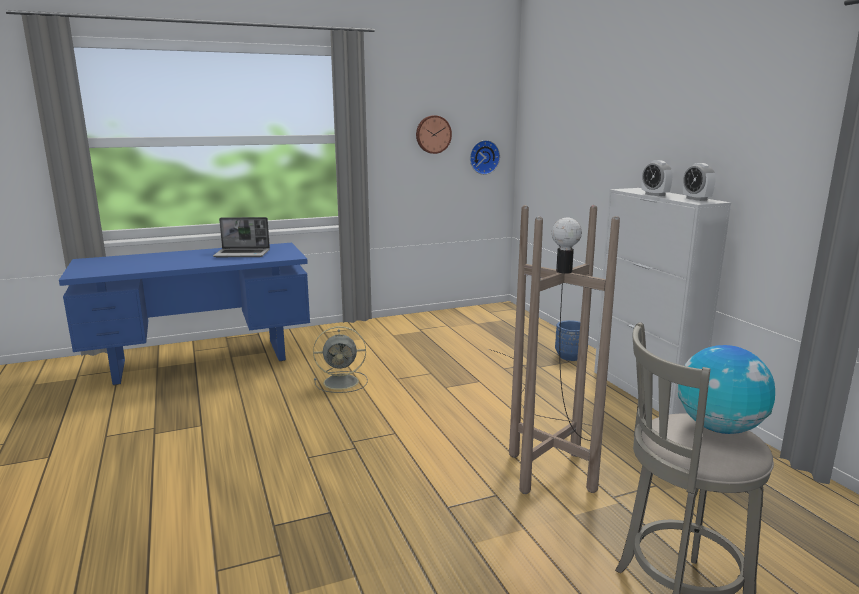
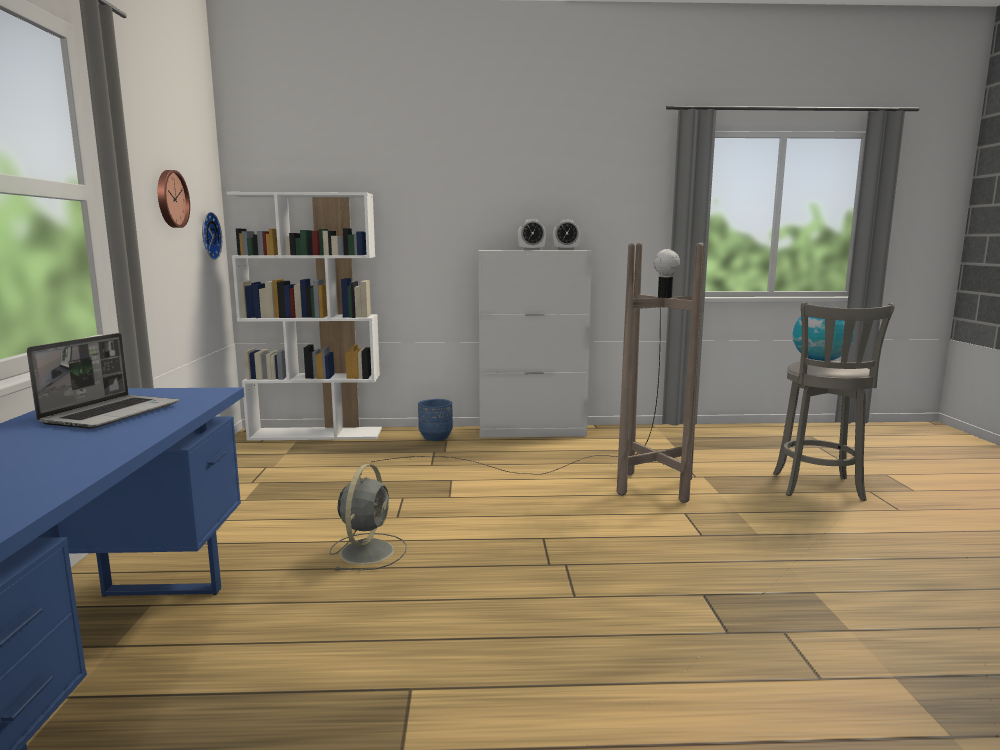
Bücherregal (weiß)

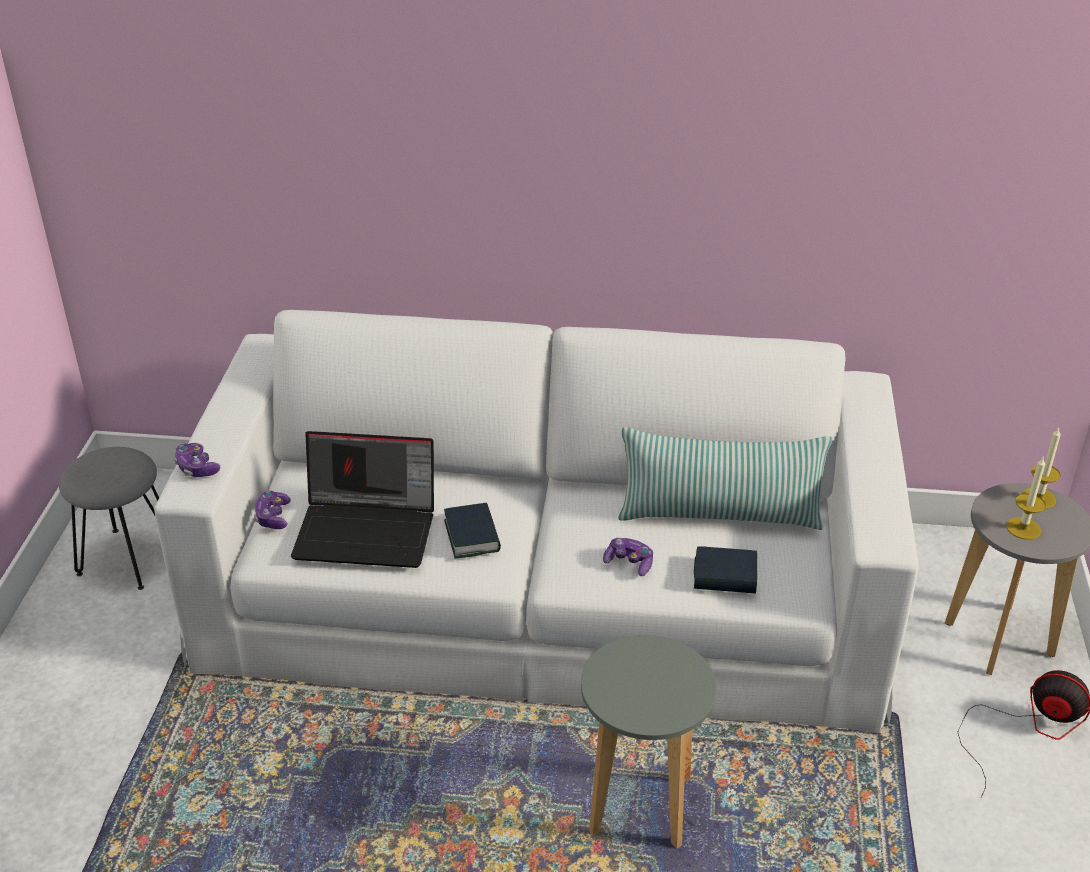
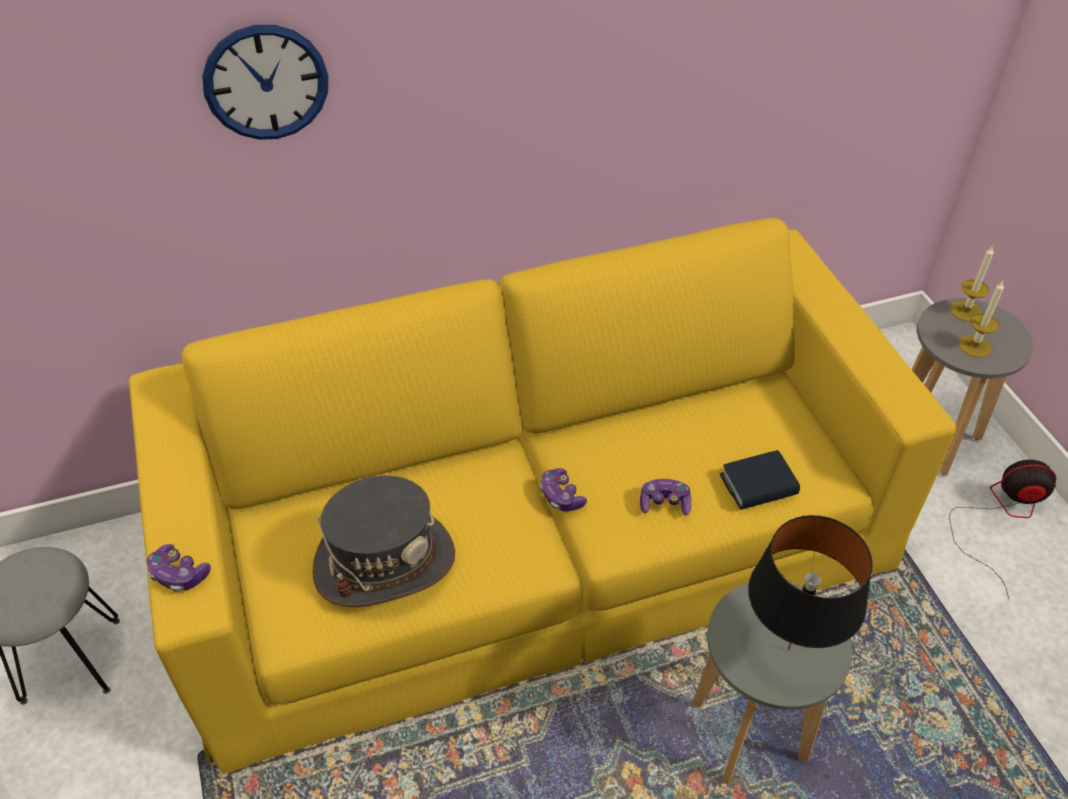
Sofa (gelb)
Gamepad (no. 2 from left)
Hut (grau)
Buch (no. 1 from left in the first image)
Kissen
Wanduhr
Tischlampe (schwarz)

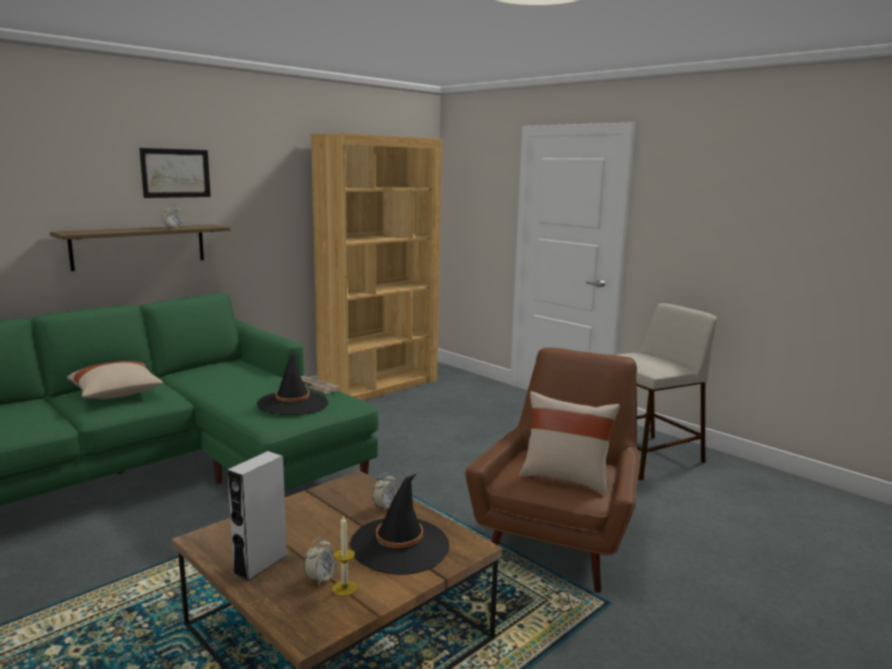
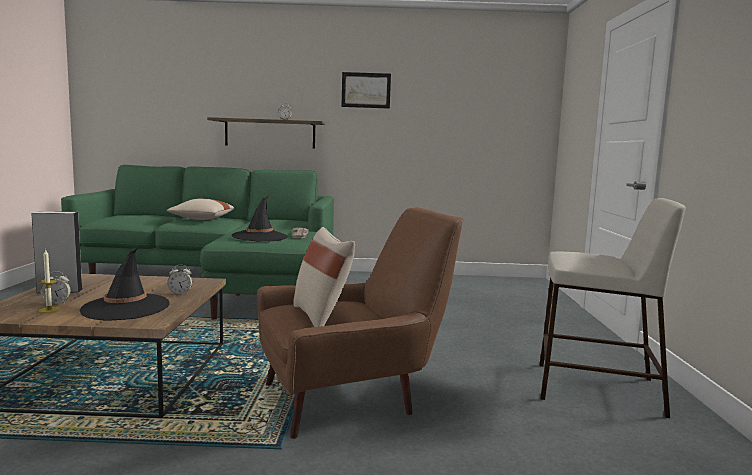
Bild
Bücherregal (braun)

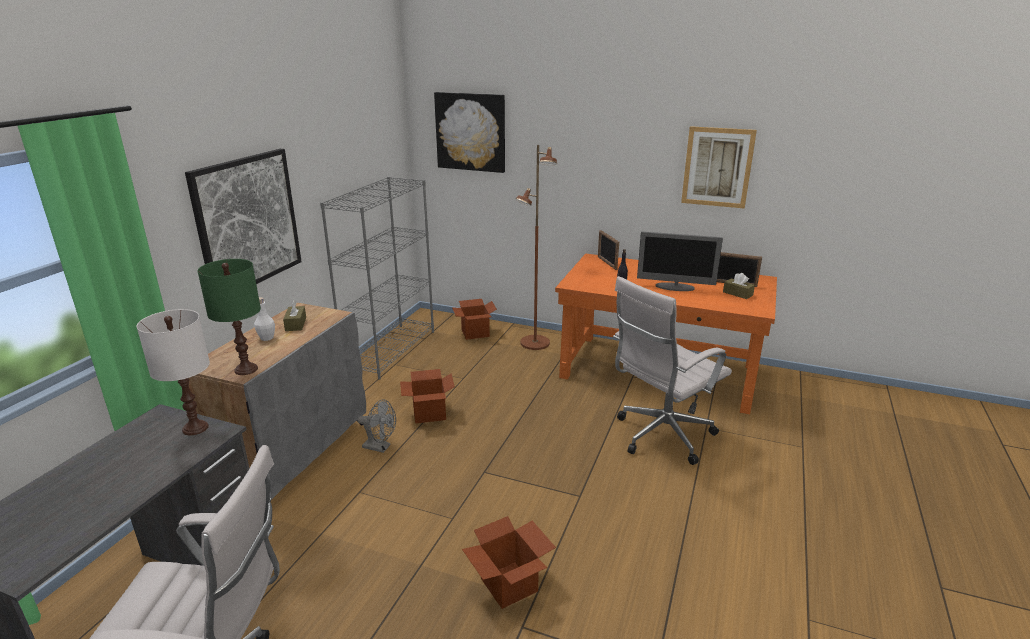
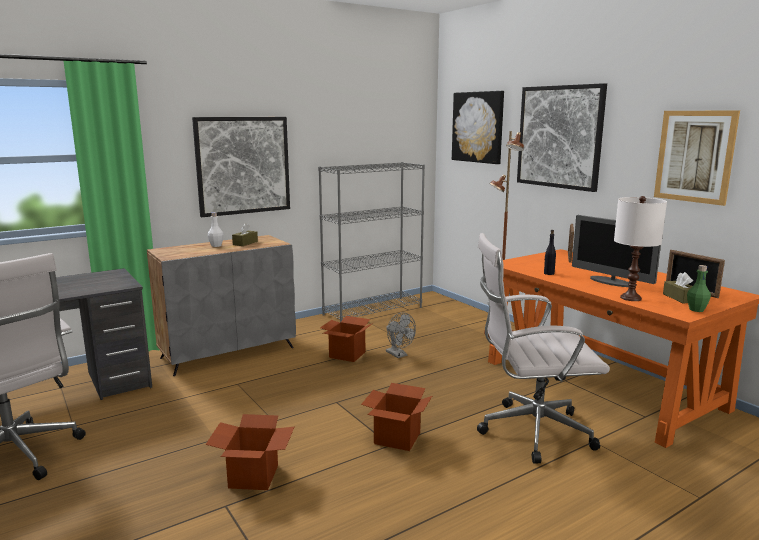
Tischlampe (weiß)
Tischlampe (grün)
Ventilator (grau)
Karton (no. 3 from left)
Bild (no. 3 from left)
Flasche (grün)

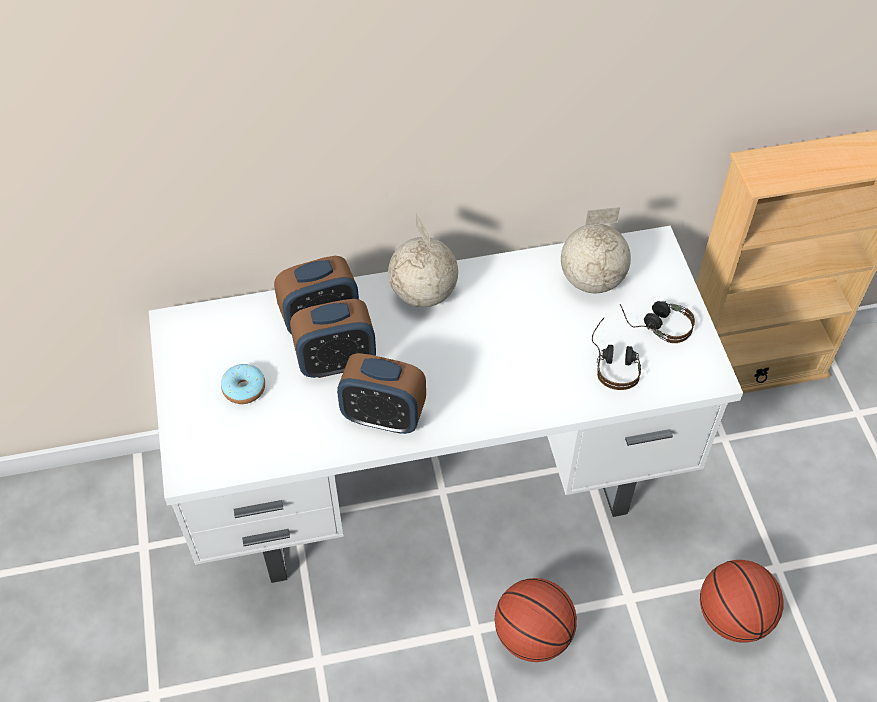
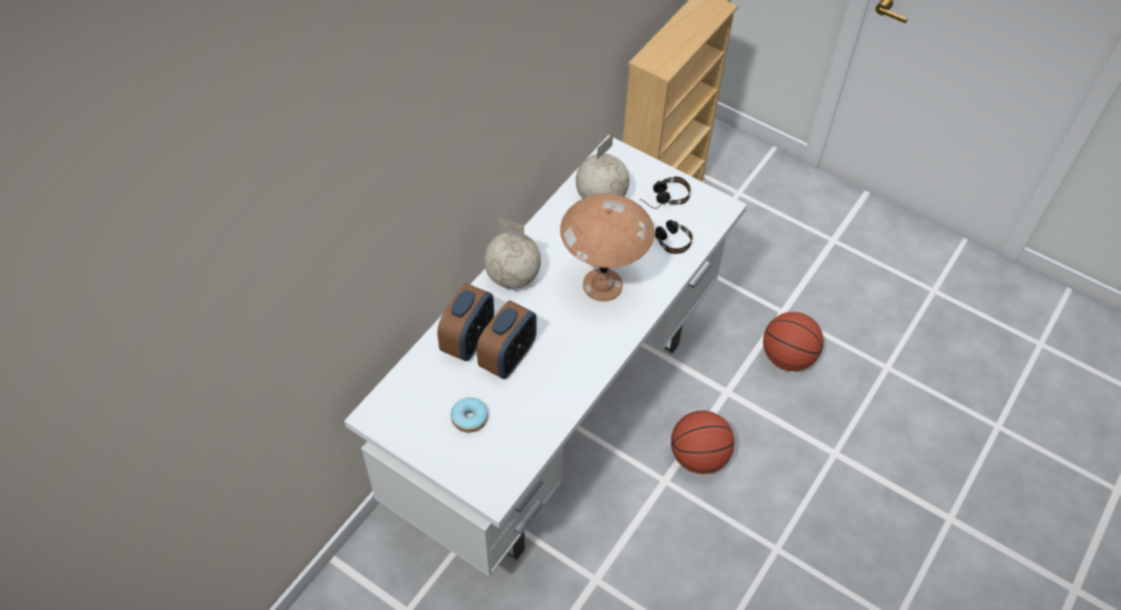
Wecker (no. 3 from left in the first image)
Tischlampe (braun)

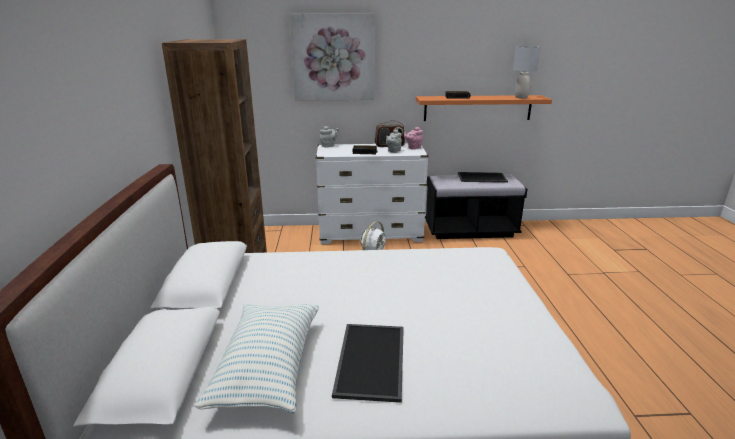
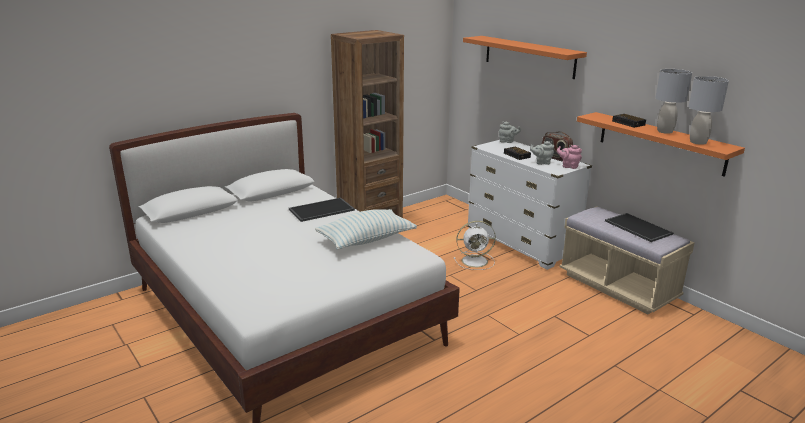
Kissen
Wandregal (orange) (no. 1 from left)
Tablett (no. 1 from left)
Bank (beige)
Tischlampe (grau) (no. 1 from left)

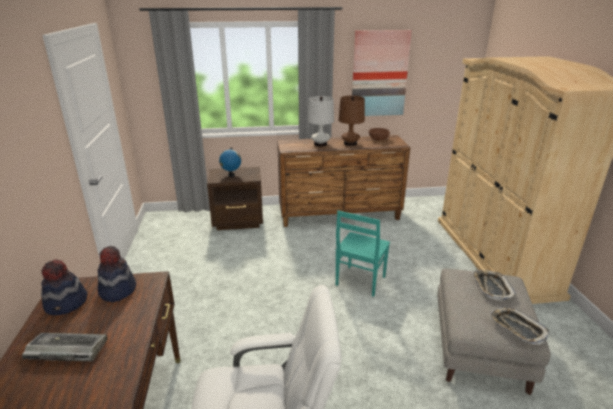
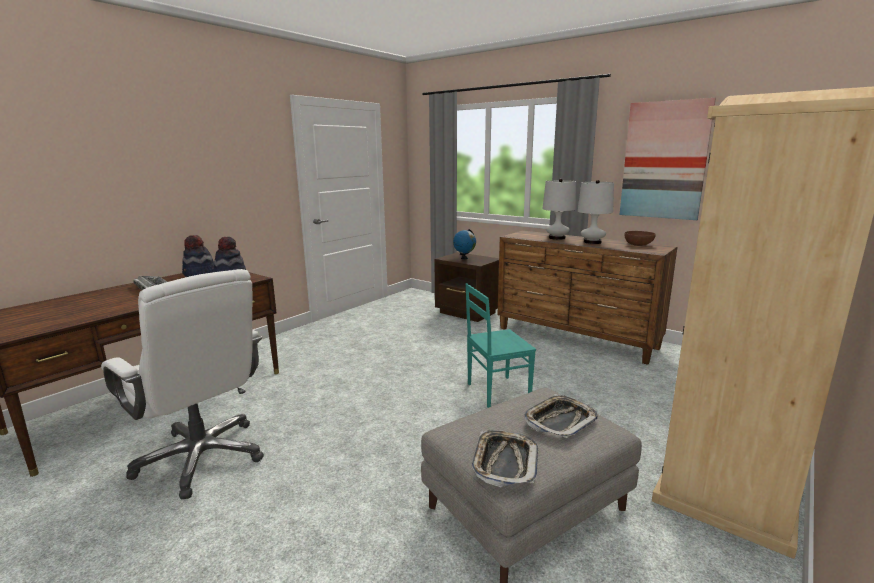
Tischlampe (weiß) (no. 2 from left)

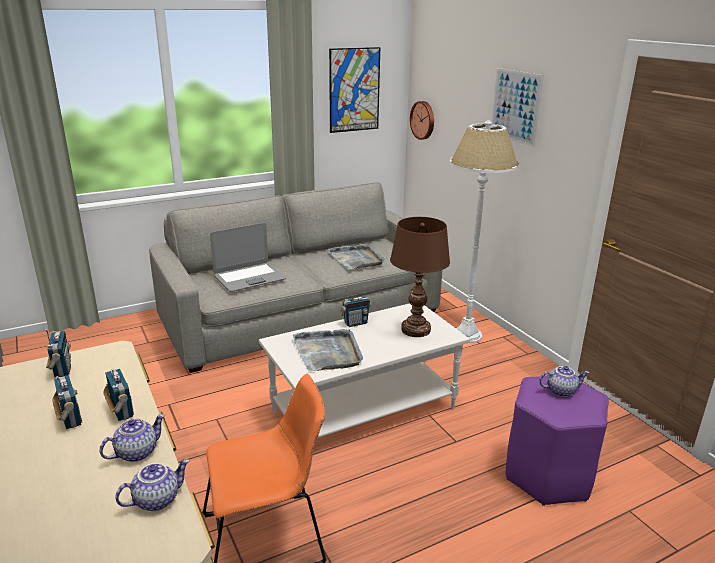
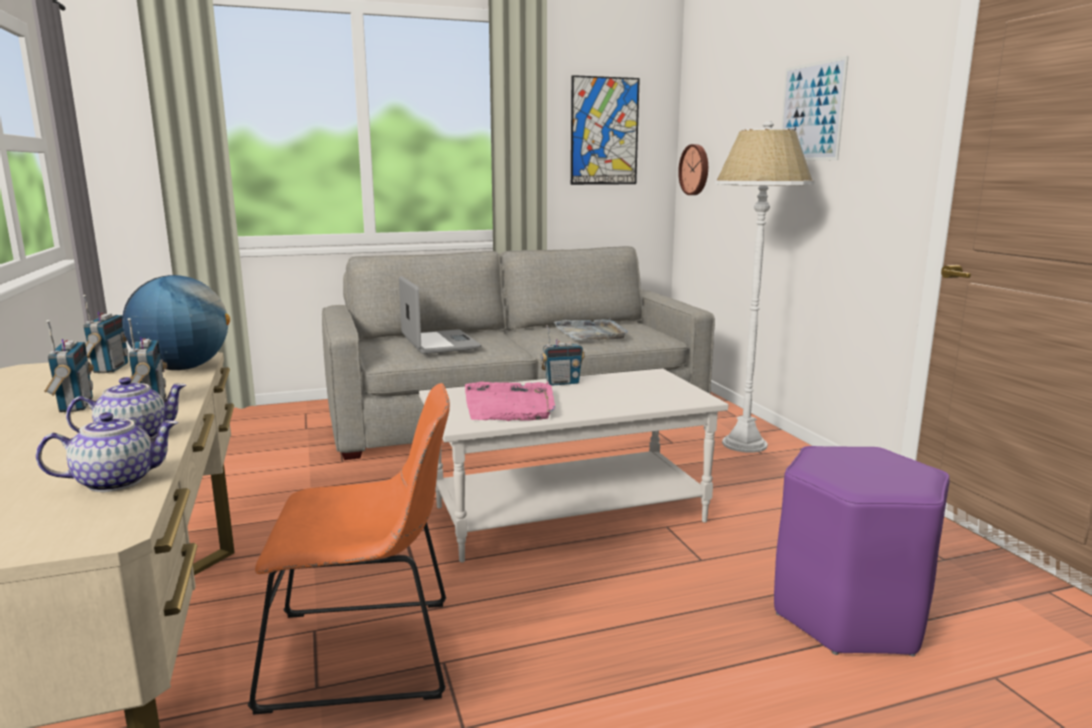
Laptop
Tablett (rosa)
Tischlampe (braun)
Teekanne (no. 3 from left in the first image)
Globus

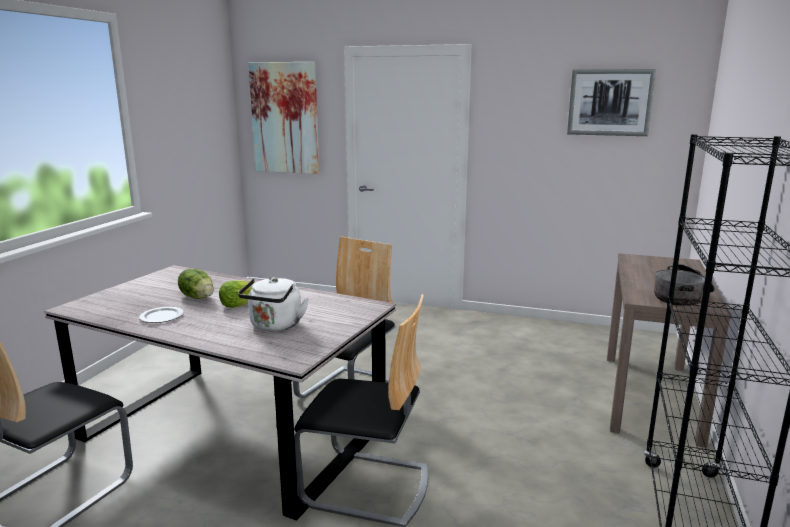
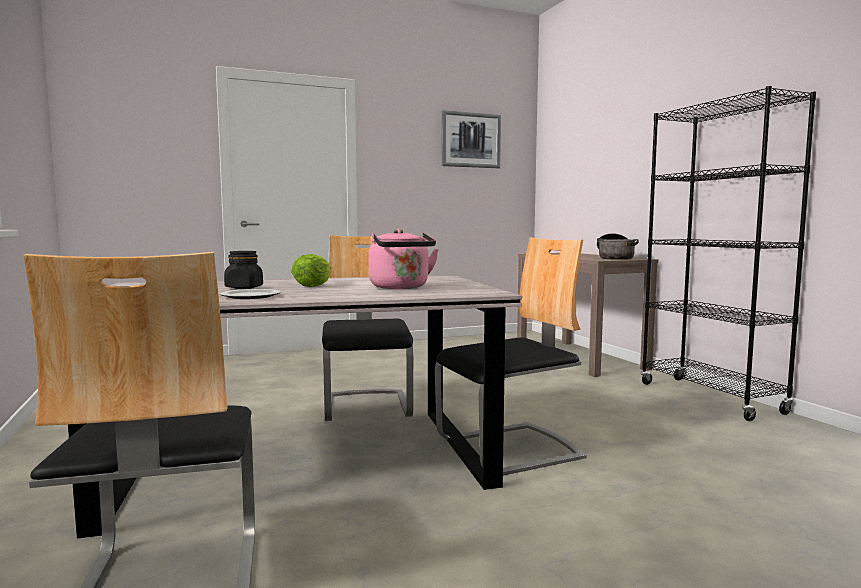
Vorratsglas (schwarz)
Wasserkessel (rosa)
Bild (no. 1 from left in the first image)

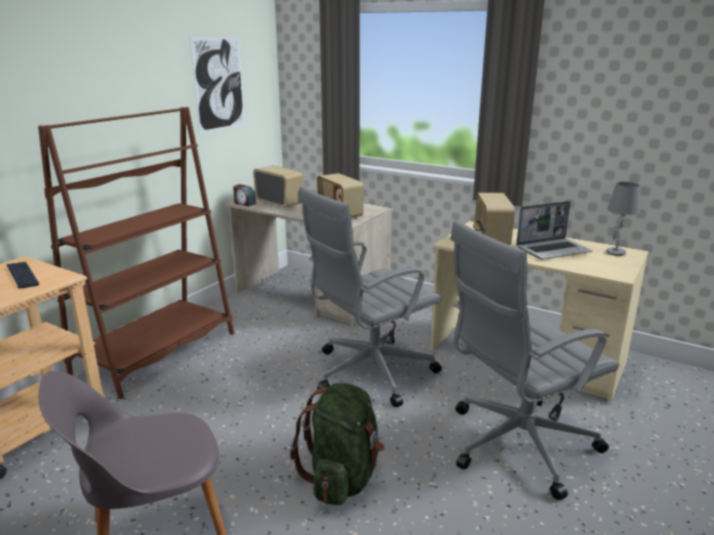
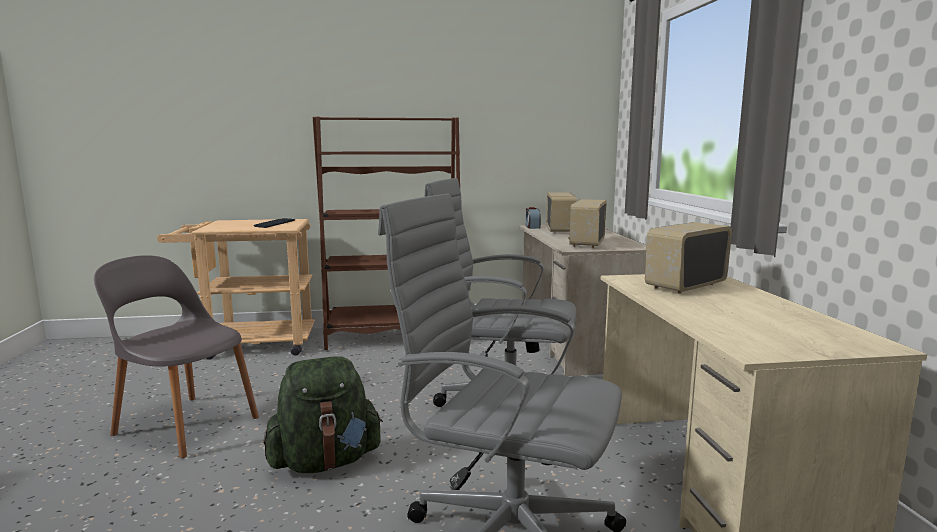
Bild
Laptop
Tischlampe (grau)

